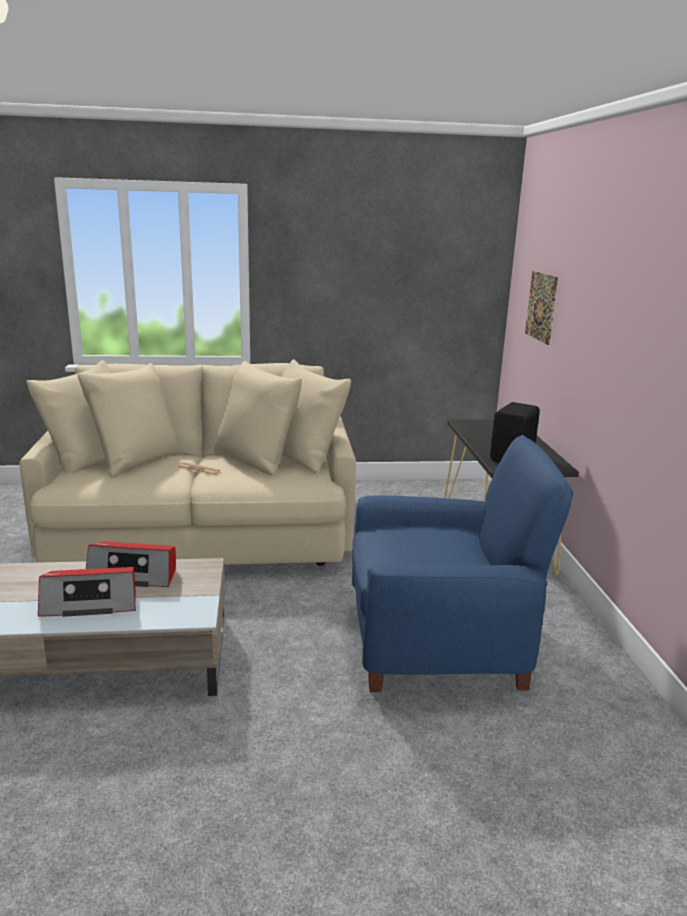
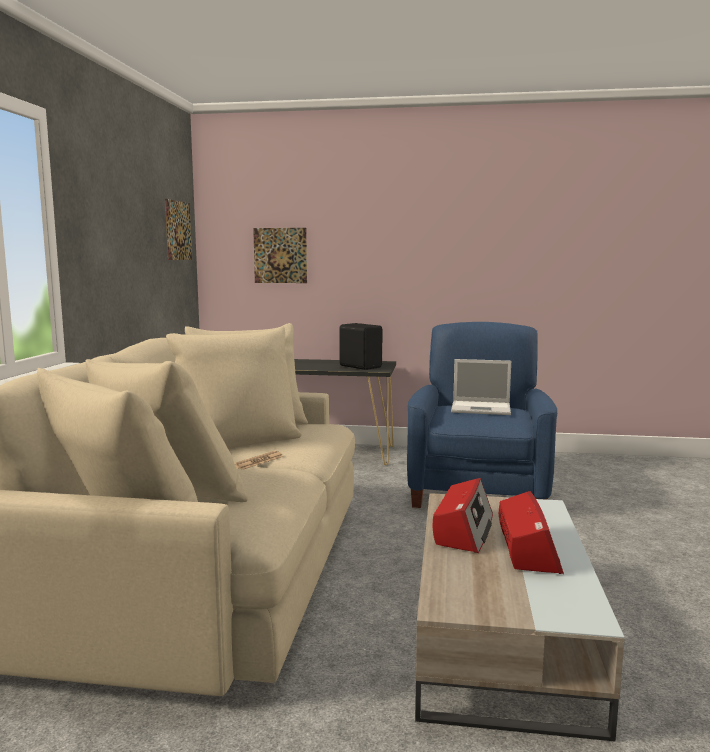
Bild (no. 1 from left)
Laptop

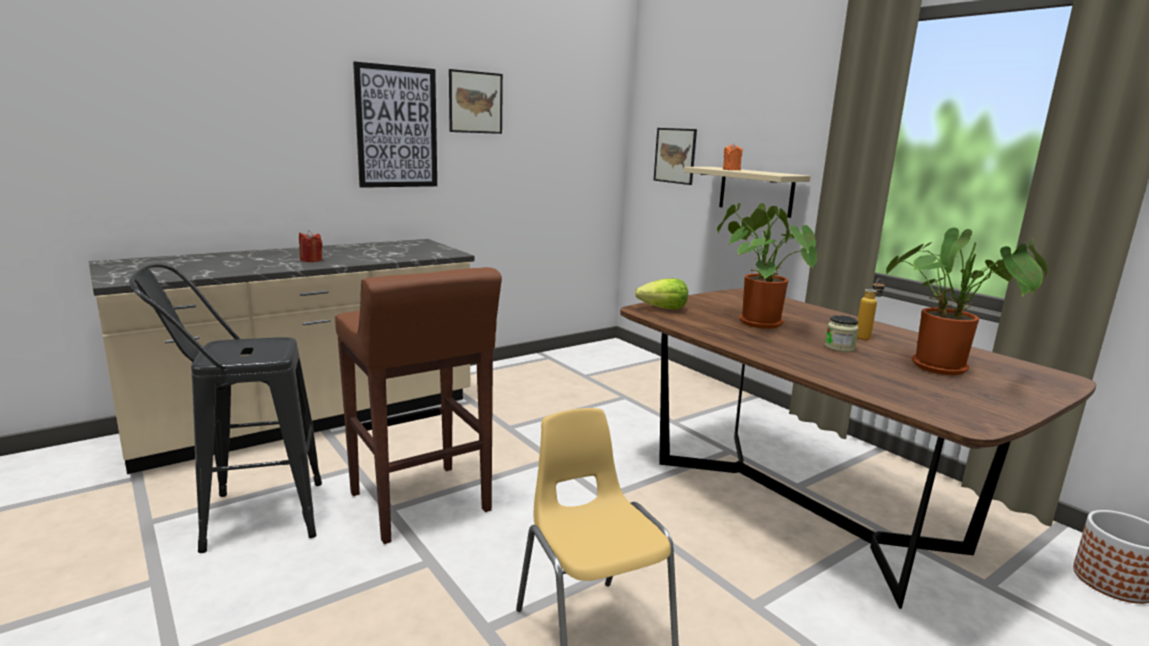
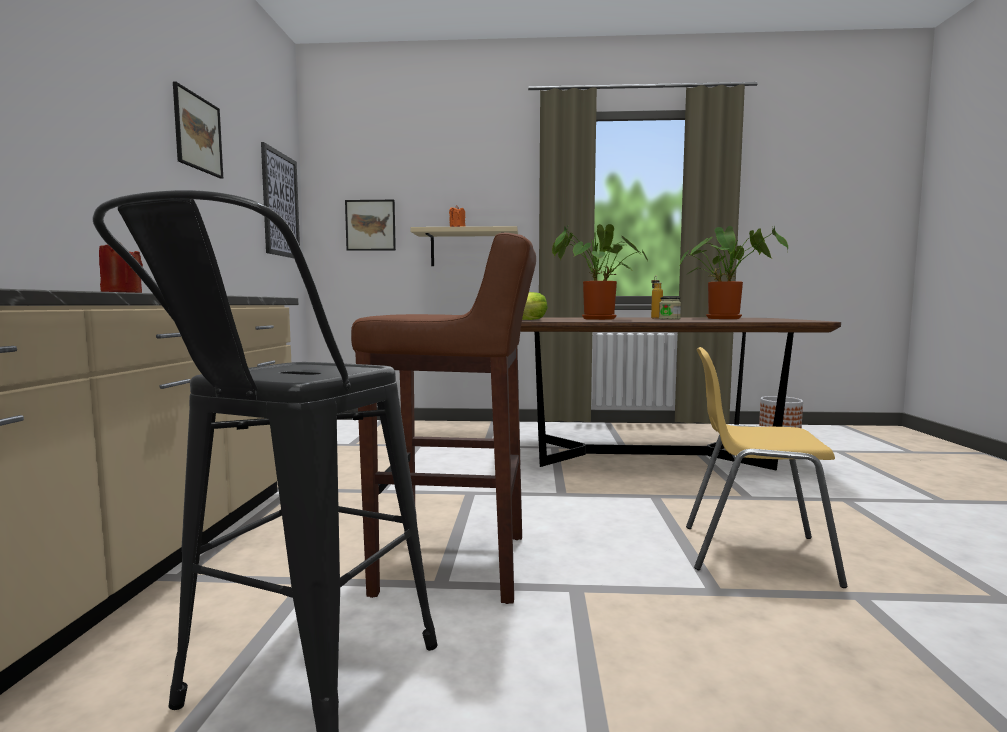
Bild (no. 2 from left)

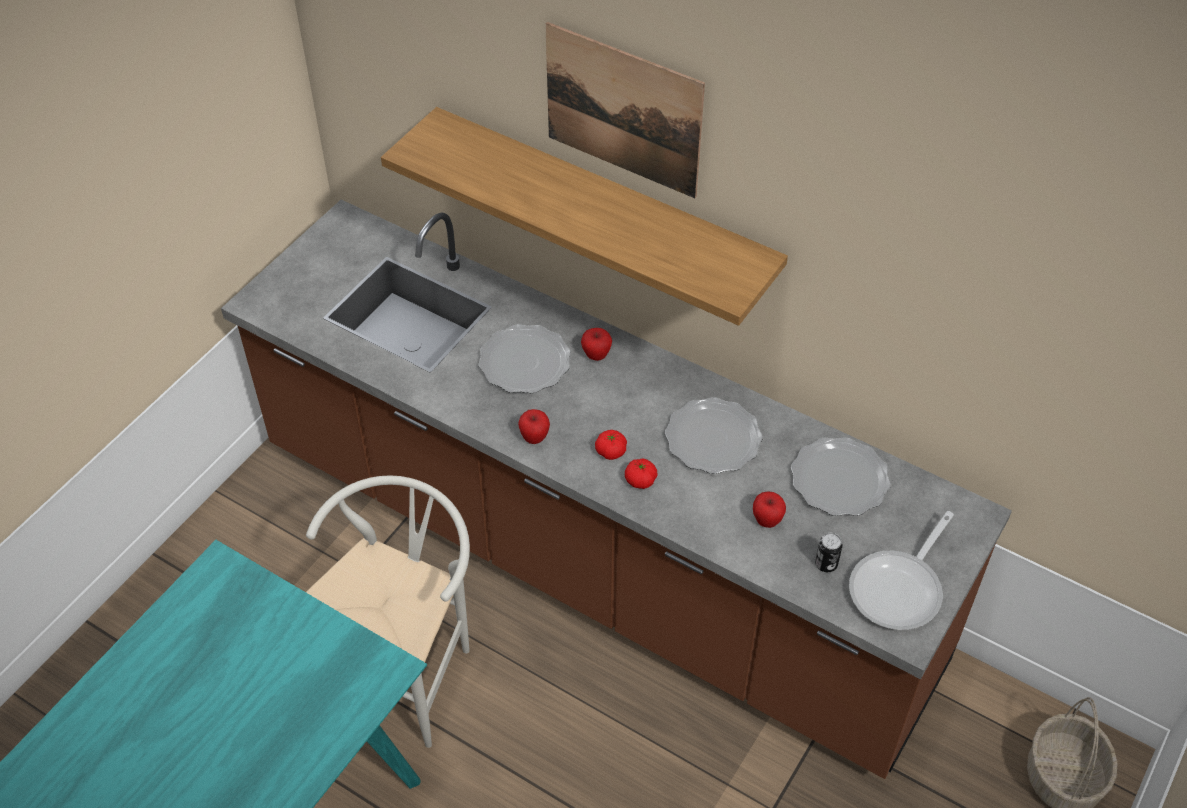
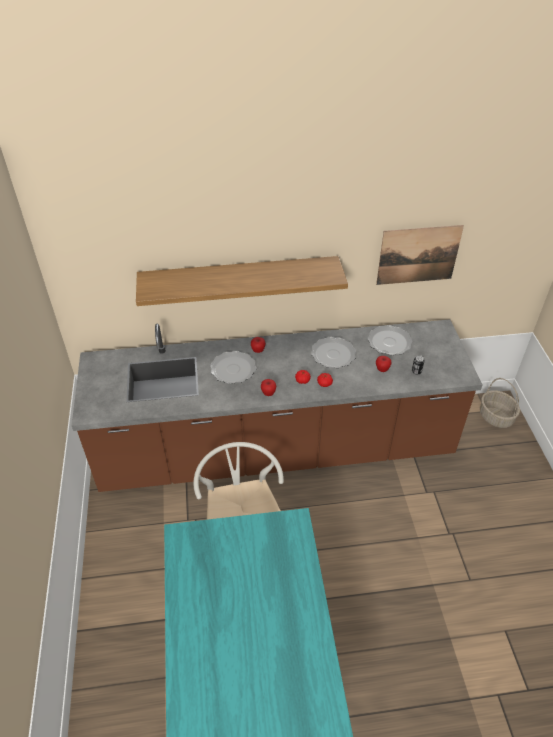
Bild
Pfanne

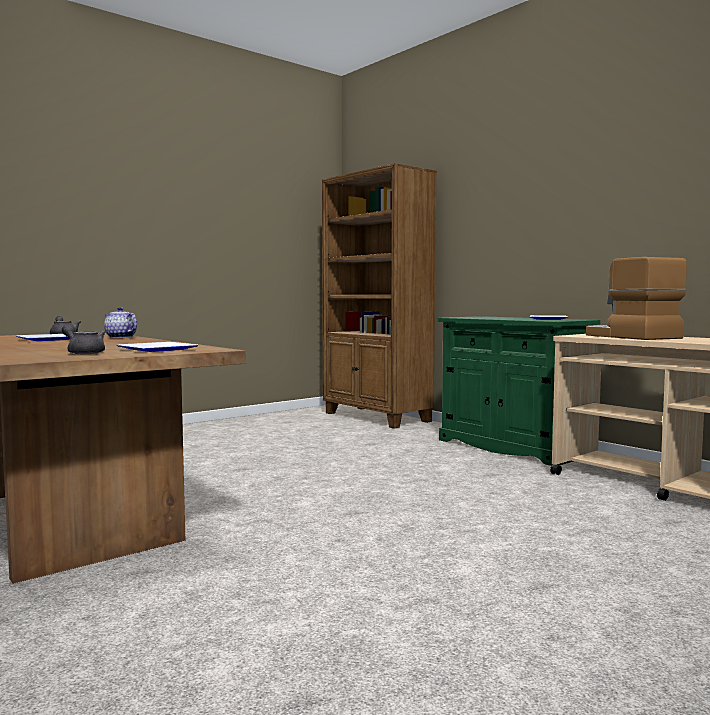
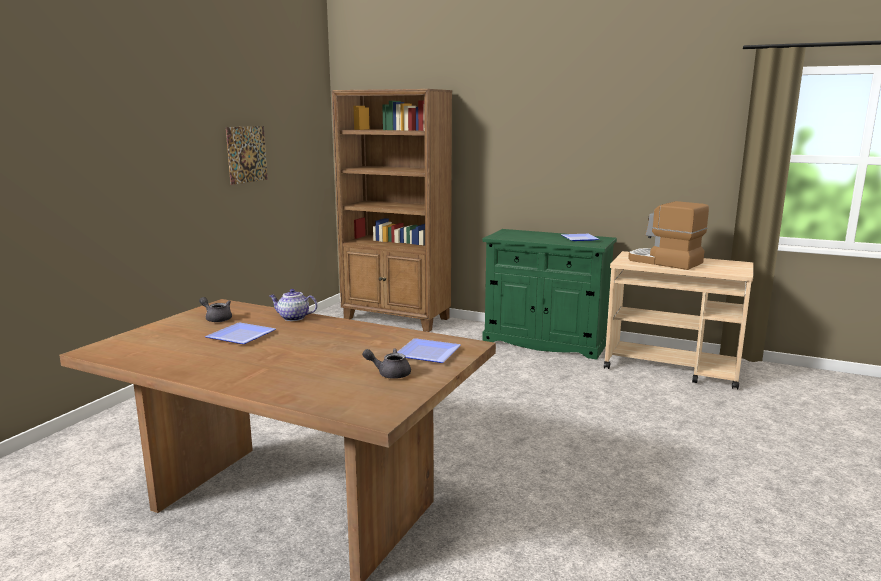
Bild

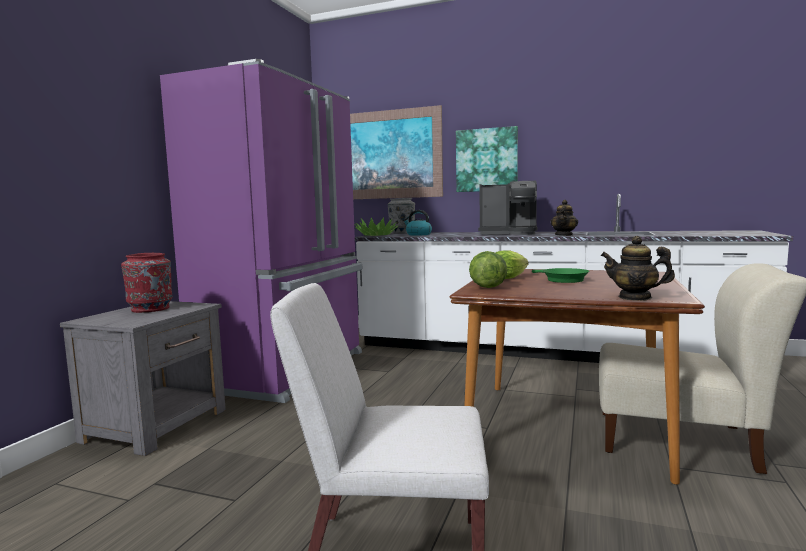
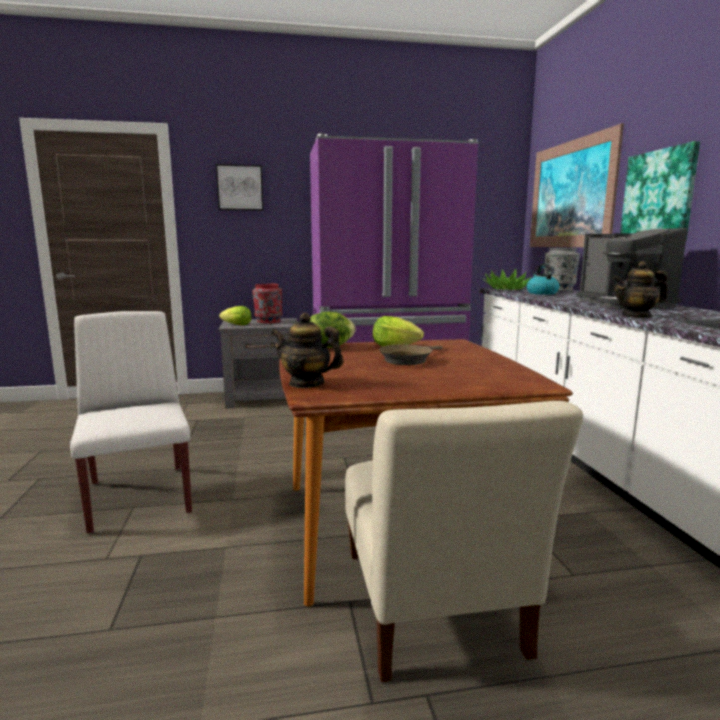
Pfanne (braun)
Teekanne (no. 1 from left)
Bild (no. 1 from left)
Salatkopf (no. 1 from left)

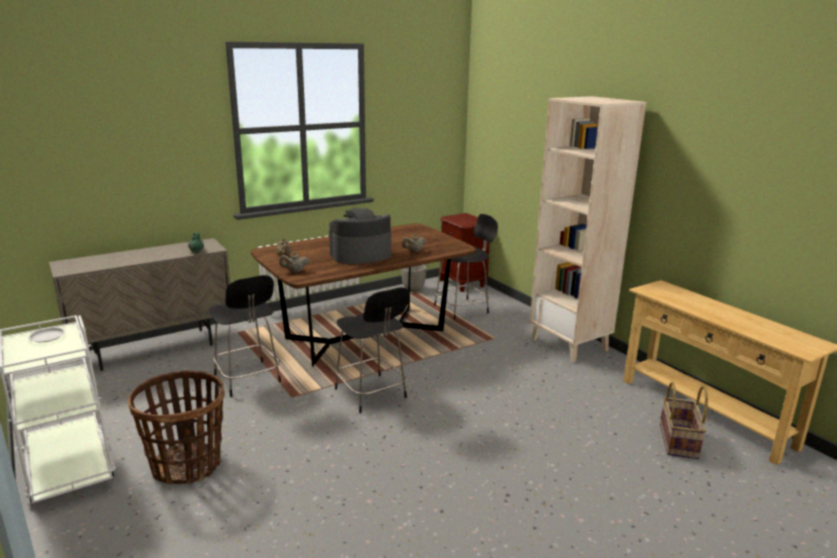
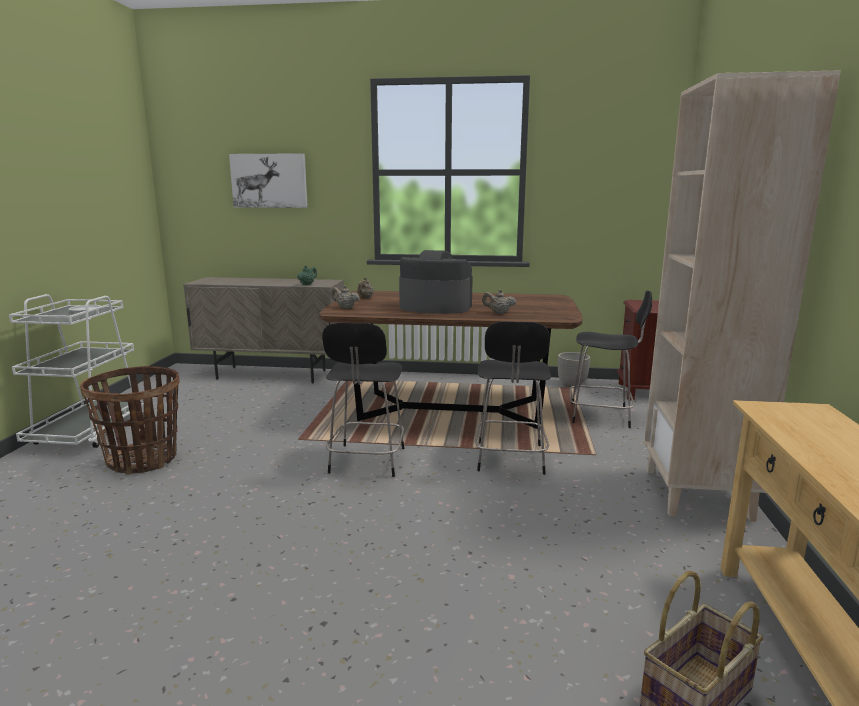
Stuhl (schwarz) (no. 2 from left)
Bild

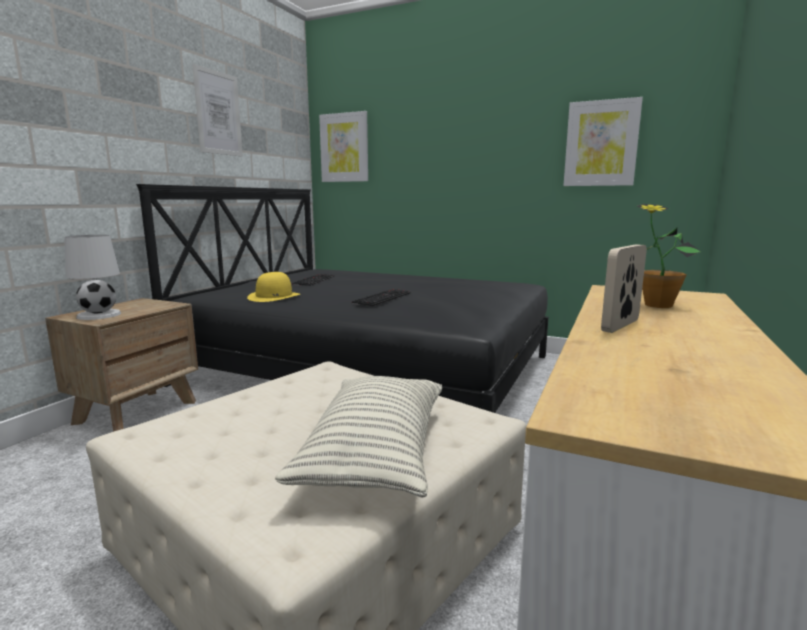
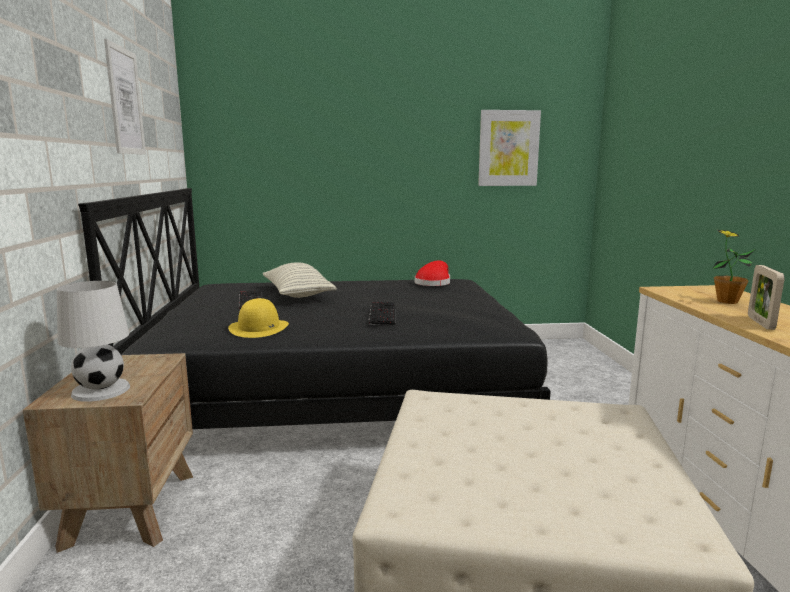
Kissen
Bild (no. 2 from left in the first image)
Hut (rot)

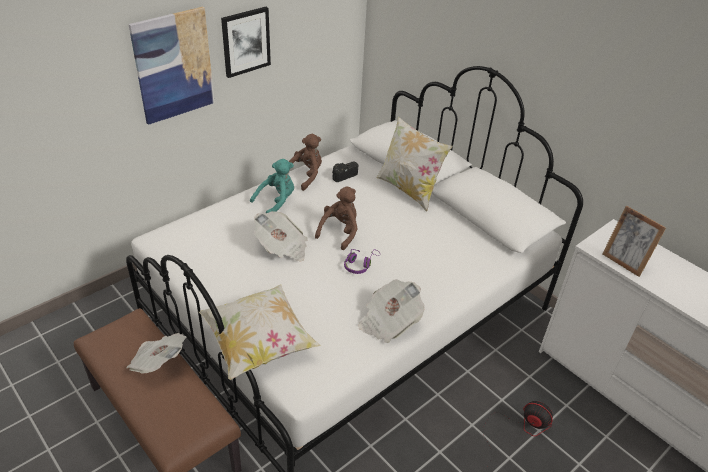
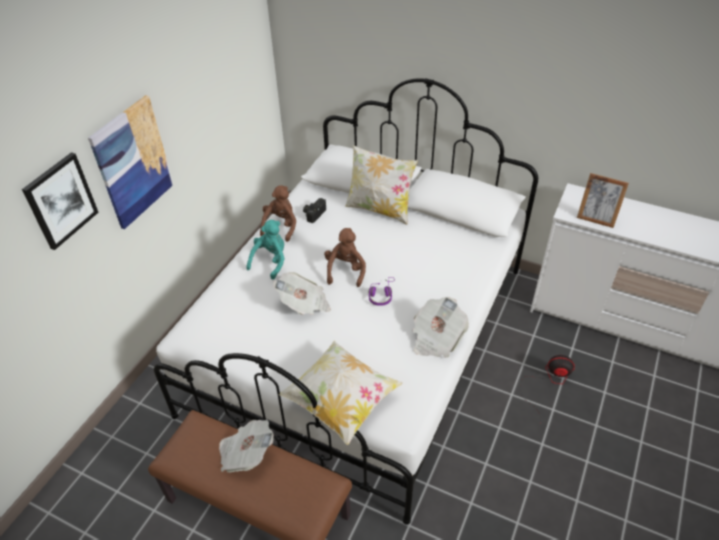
Bild (no. 1 from left)

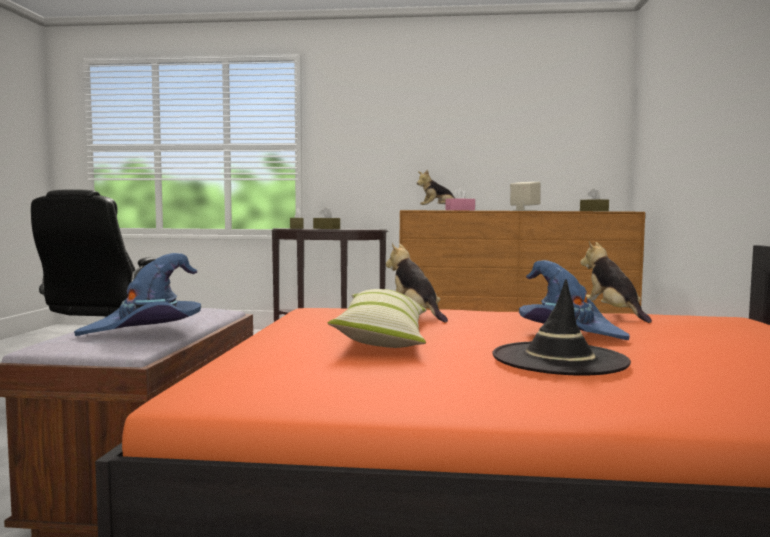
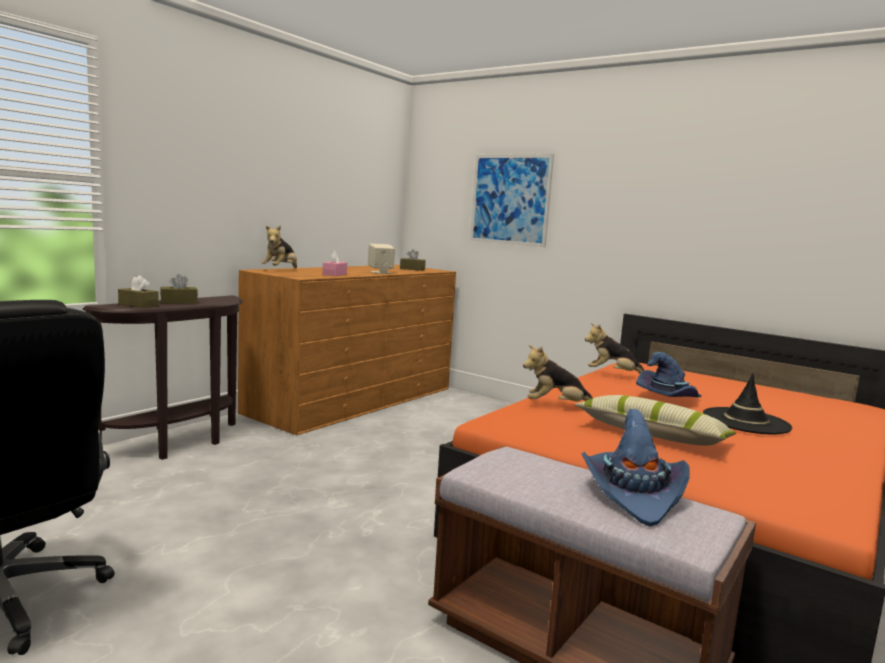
Bild

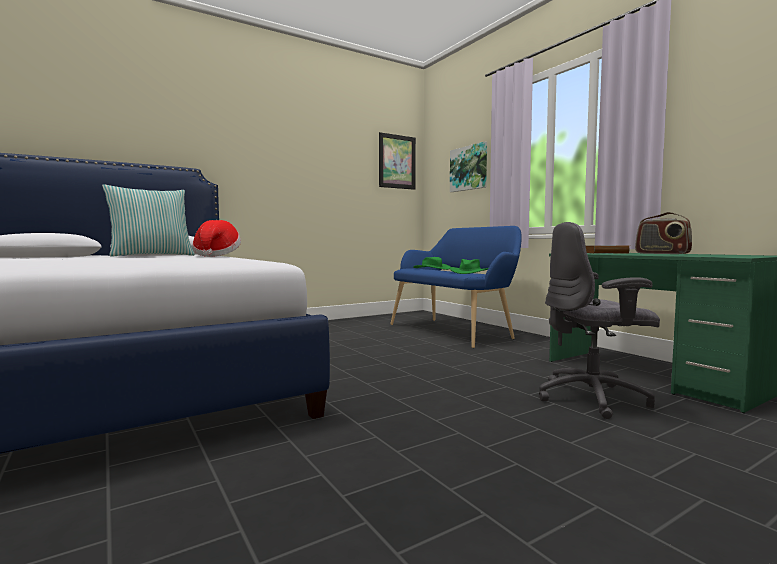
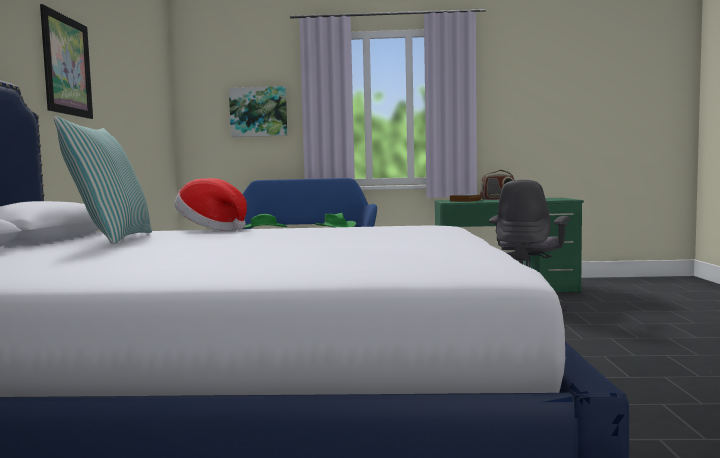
Bild (no. 1 from left)

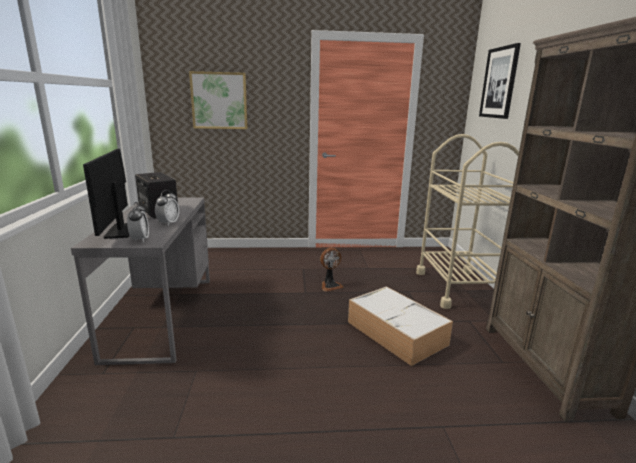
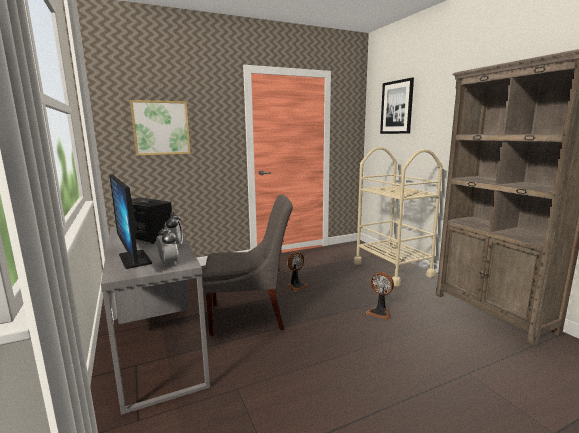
Ventilator (no. 2 from left)
Stuhl (grau)

